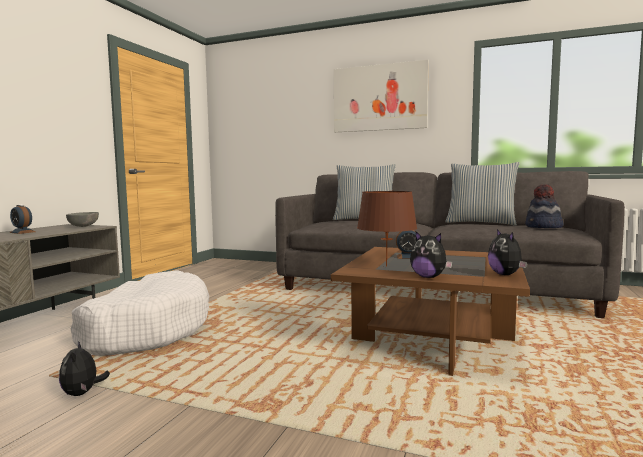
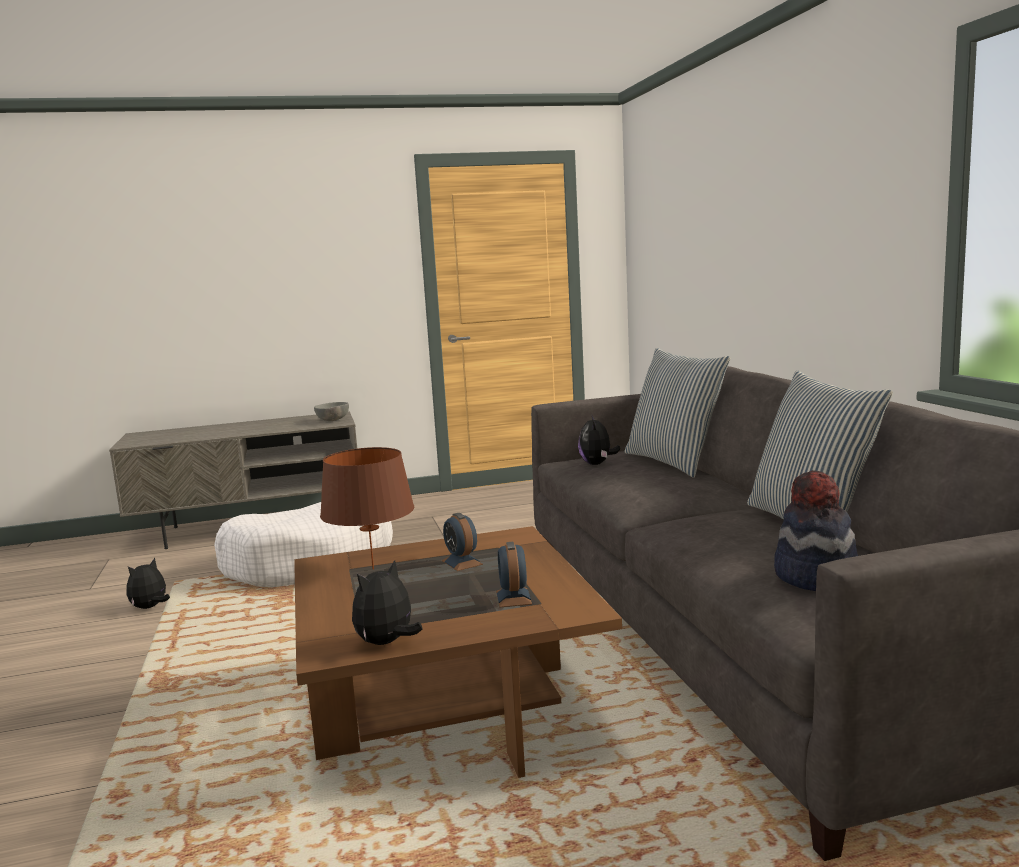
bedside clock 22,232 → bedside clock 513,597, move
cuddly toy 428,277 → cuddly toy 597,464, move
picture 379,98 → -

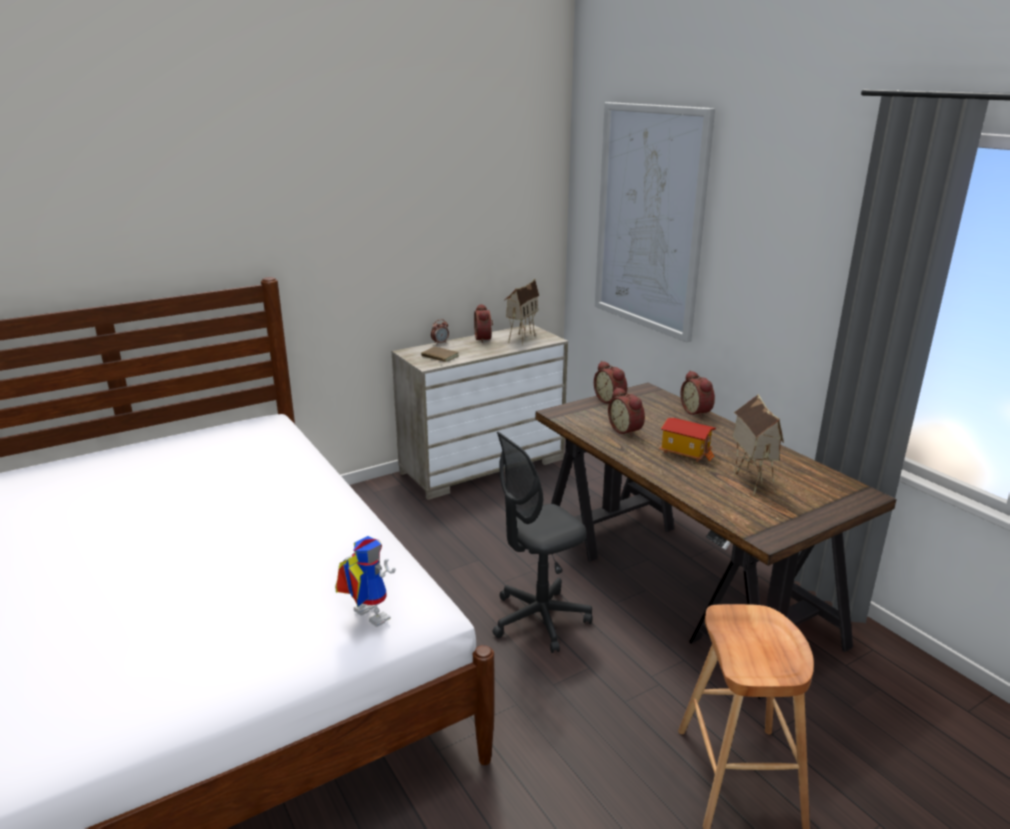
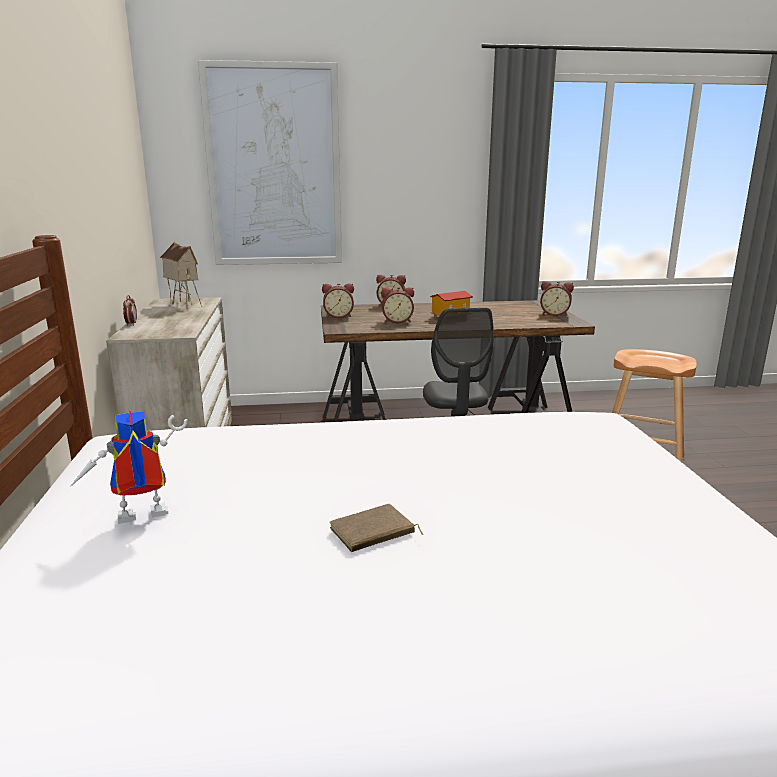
robot figure 364,616 → robot figure 138,519, move
brown-coloured book 439,357 → brown-coloured book 373,533, move
bedside clock 484,339 → bedside clock 554,314, move
model house 750,480 → -

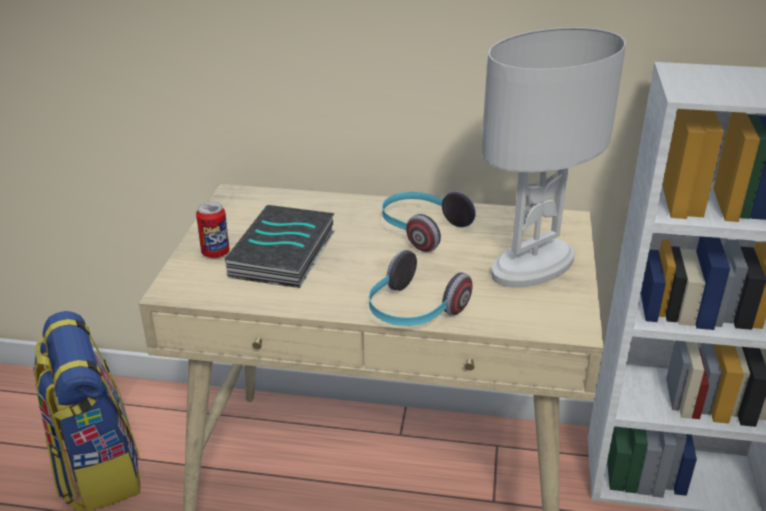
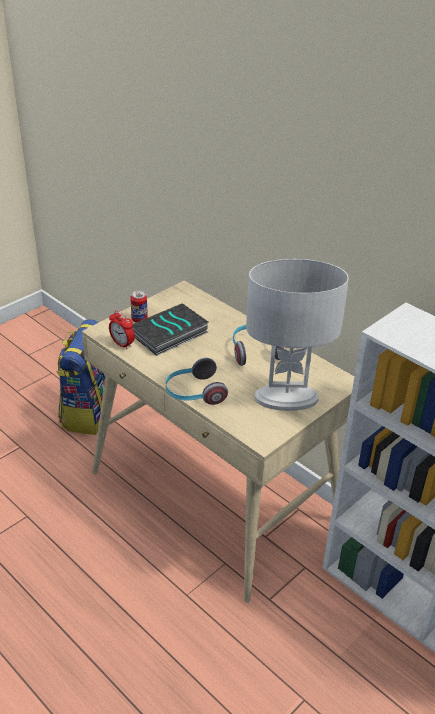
- → bedside clock 122,344

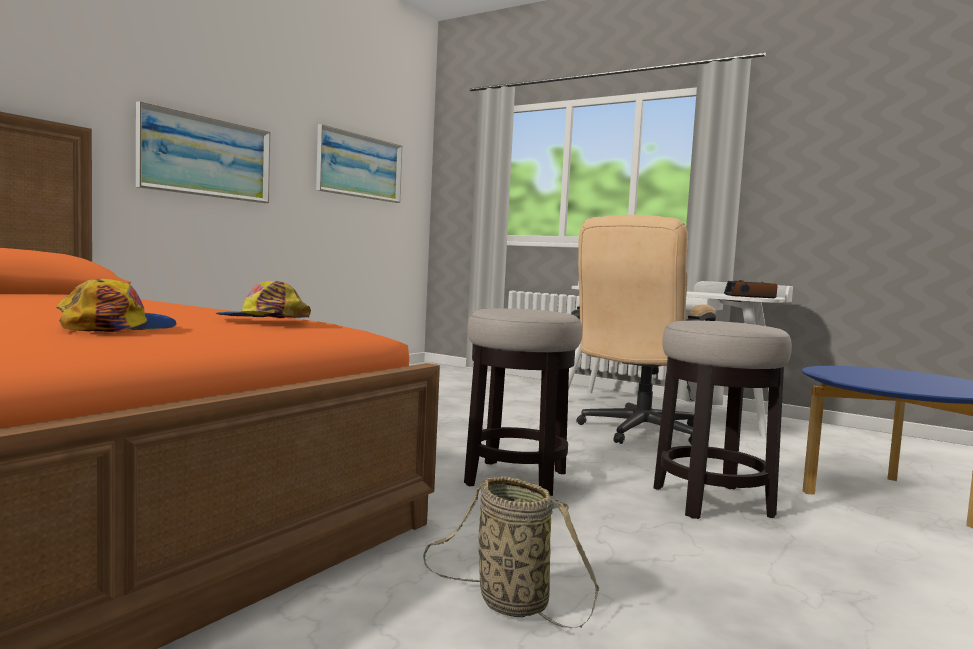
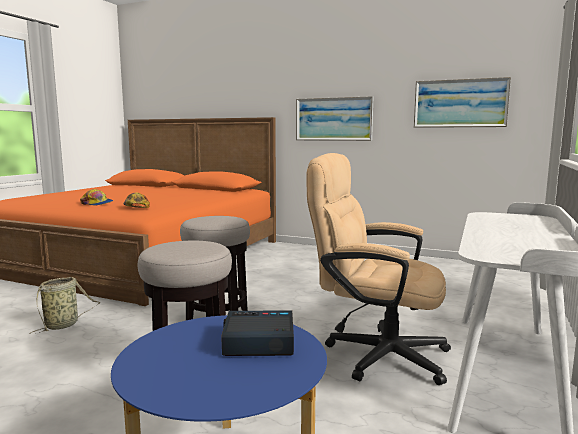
bedside clock 750,296 → bedside clock 258,342, move

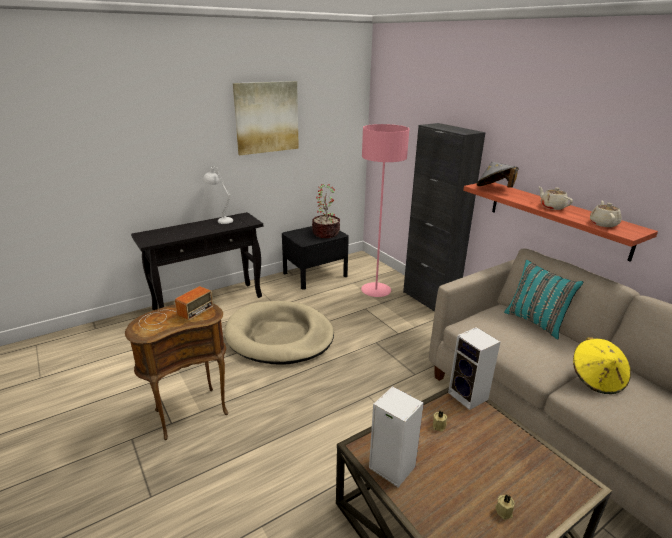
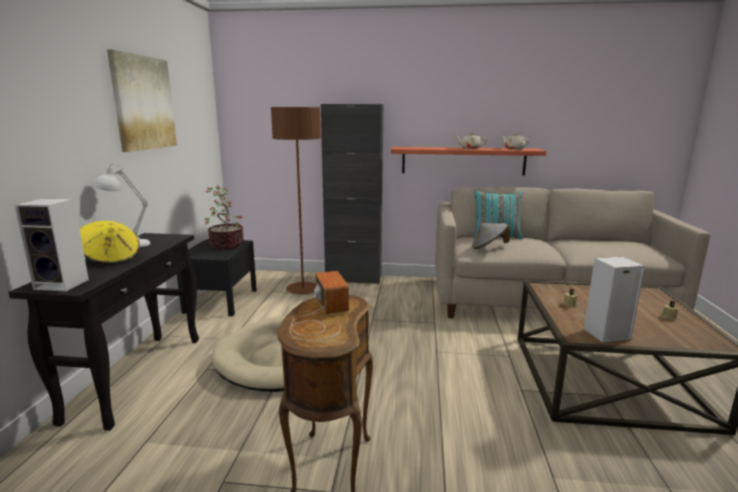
loudspeaker 469,396 → loudspeaker 64,284, move
yellowish clothing hat 596,379 → yellowish clothing hat 110,259, move
pink-coloured standard lamp 376,291 → brown-coloured standard lamp 303,289
gray clothing hat 495,189 → gray clothing hat 488,248, move

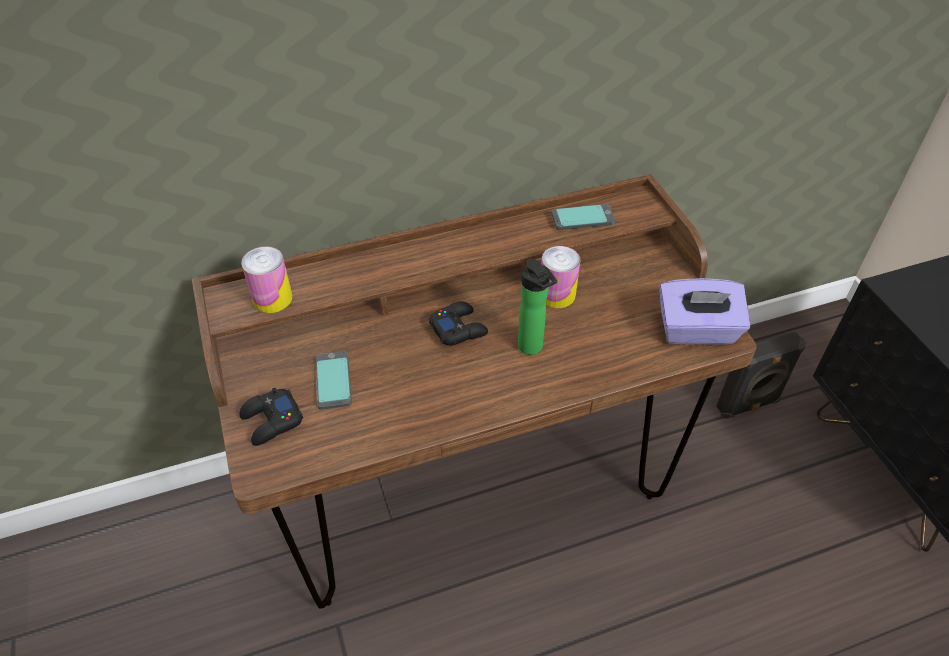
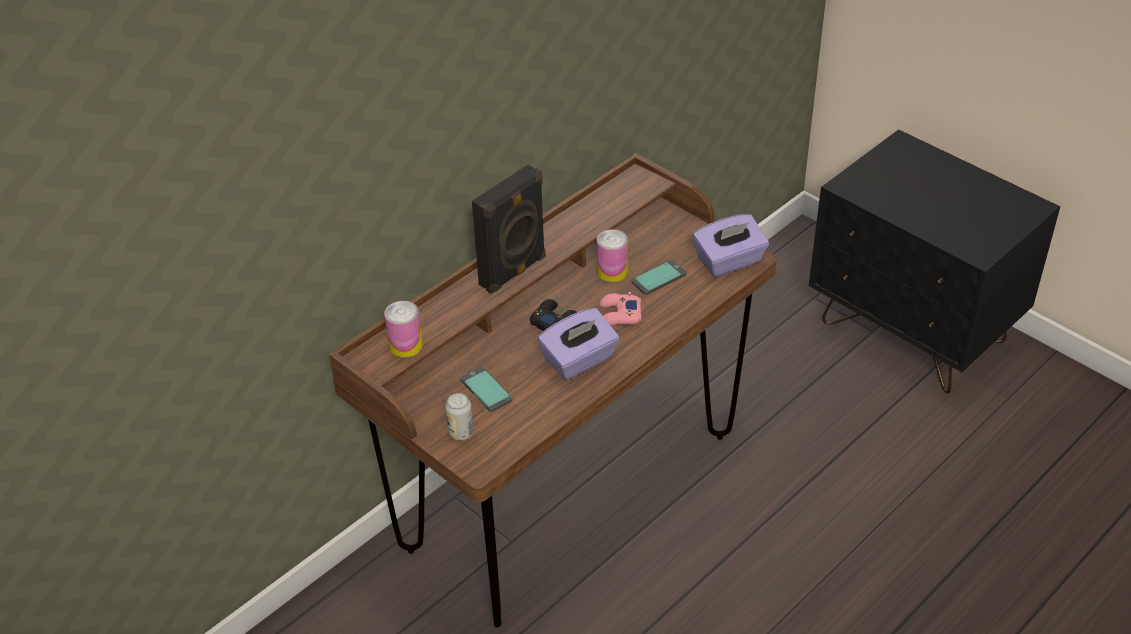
blackish joypad 271,421 → sealed can 461,433
blackish loudspeaker 748,405 → blackish loudspeaker 514,272, move
- → purple-coloured tissue holder 579,360
bottle 532,348 → pink-coloured joypad 619,315
handset 582,218 → handset 658,278, move

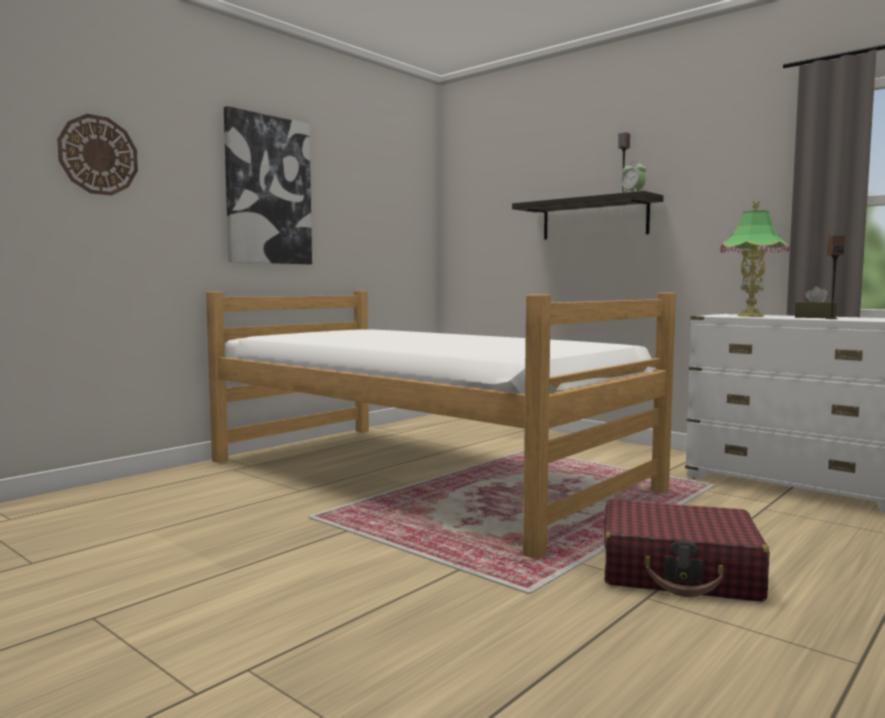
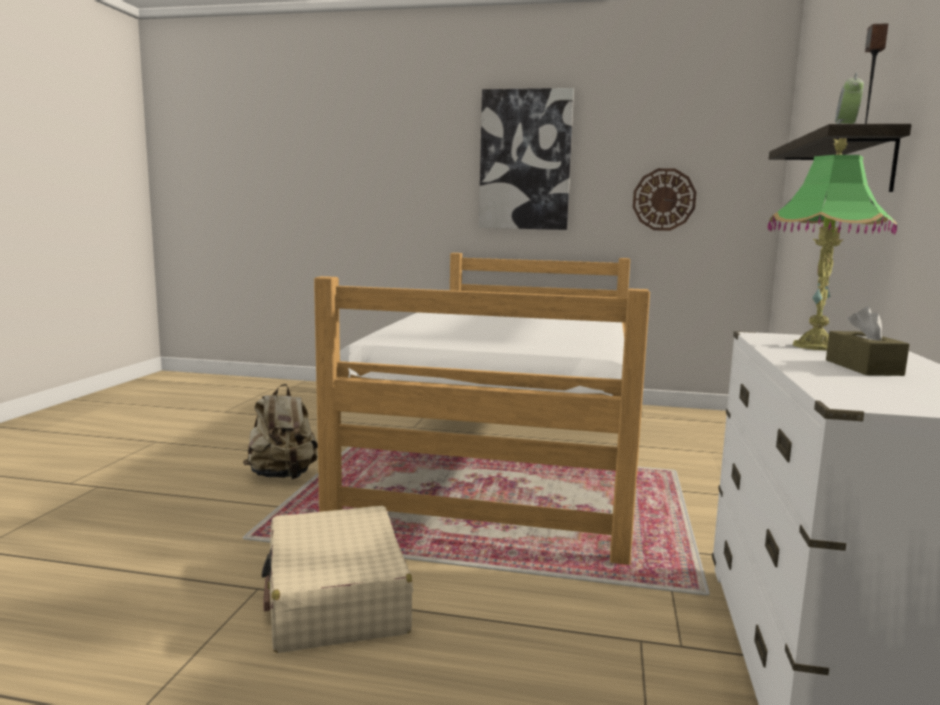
- → beige-coloured rucksack 283,476
reddish suitcase 679,572 → beige-coloured suitcase 336,598
clock on the wall 98,155 → clock on the wall 664,199, move
loudspeaker 831,318 → -

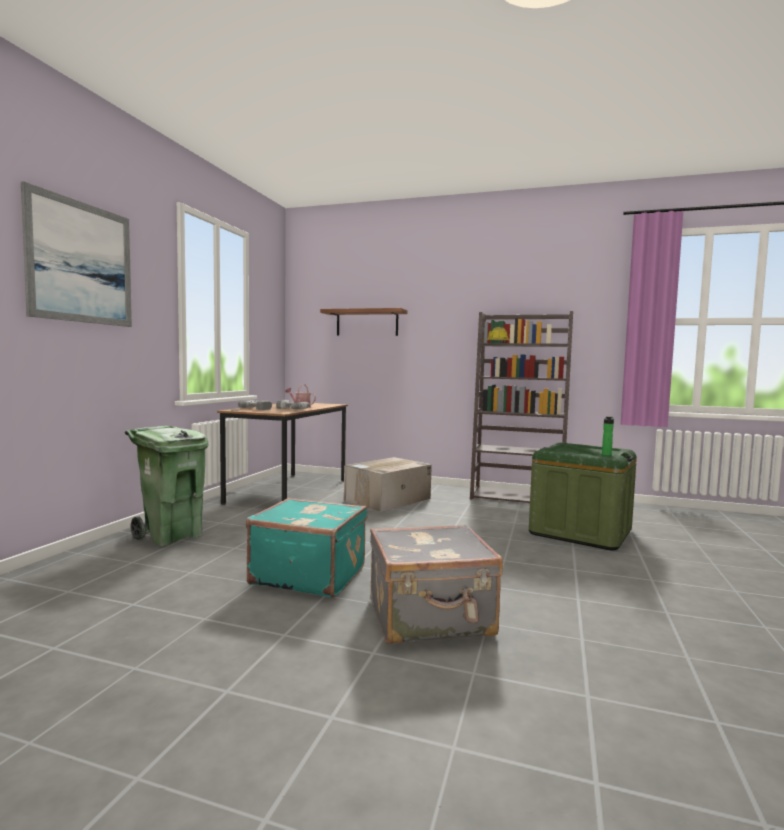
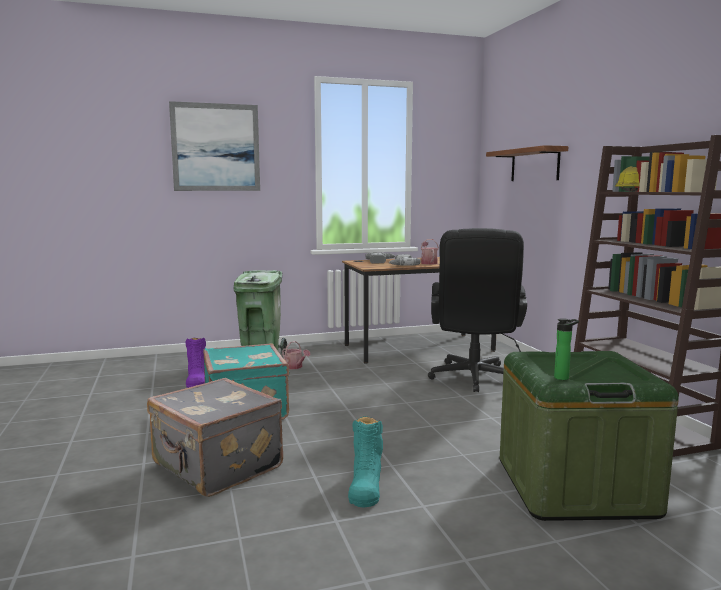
- → purple-coloured high-top boot 197,380
- → sprinkling can 295,367
- → blue-green high-top boot 365,486
carton 387,500 → blackish computer chair 473,379

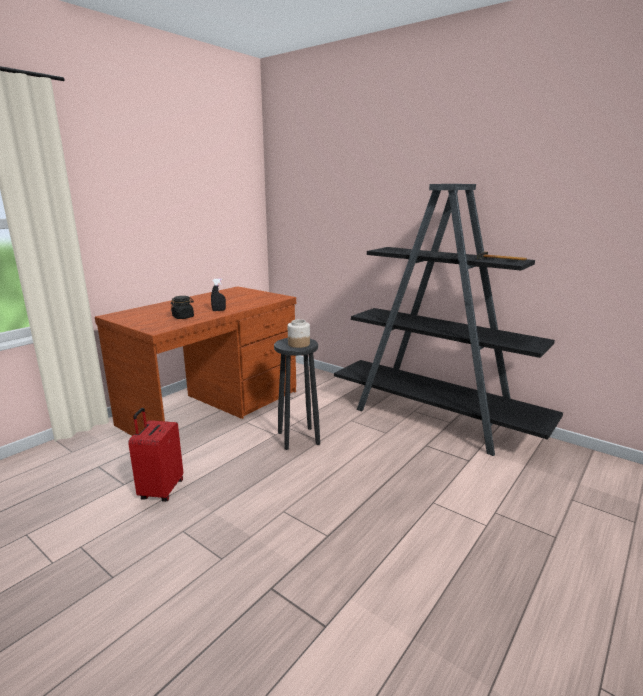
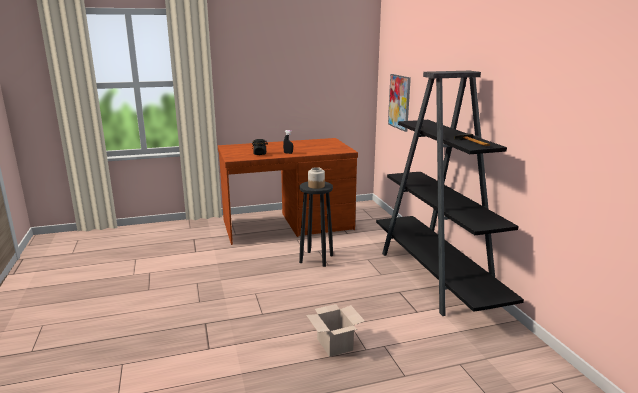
- → carton 335,345
- → picture 399,102
reddish suitcase 161,490 → -

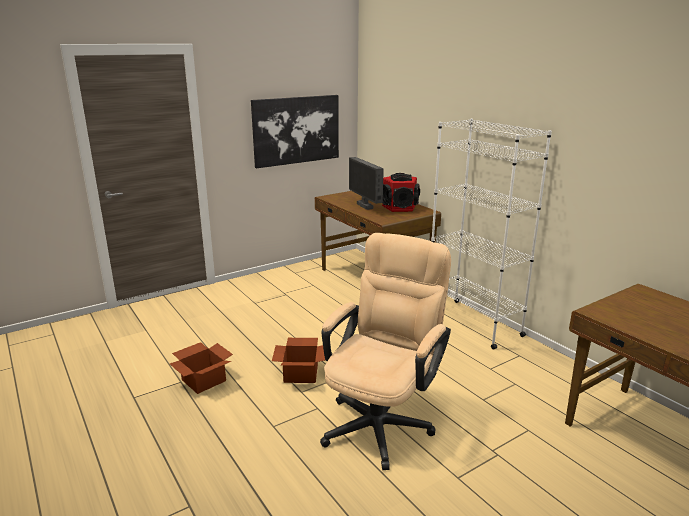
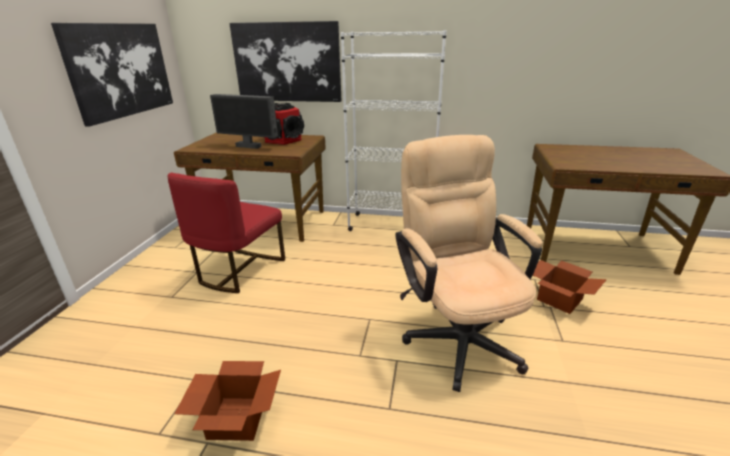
- → reddish plain chair 239,270
- → picture 287,62
carton 301,373 → carton 558,298, move

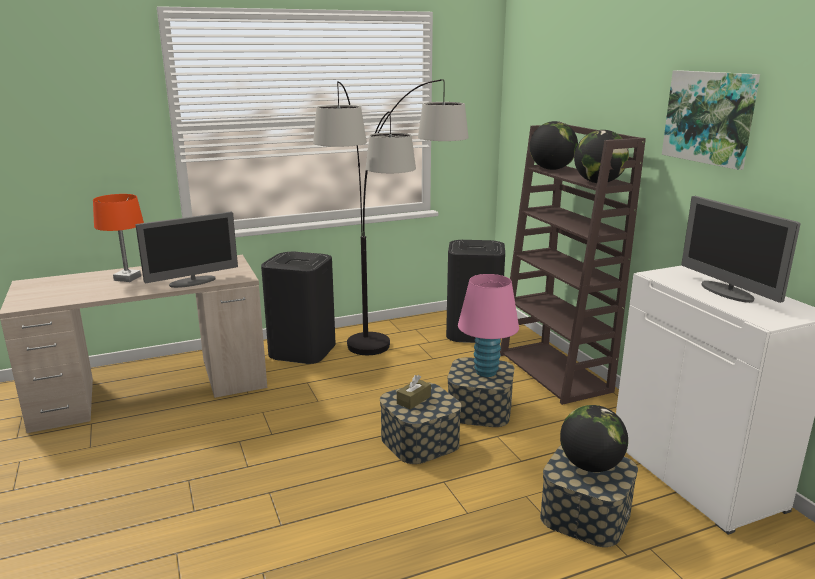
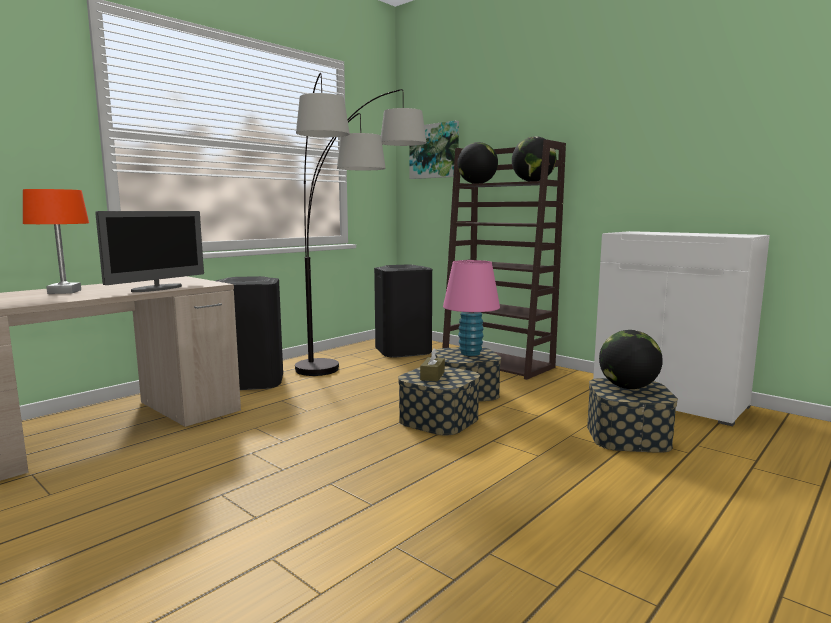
picture 710,117 → picture 434,151, move
monitor 727,292 → -

